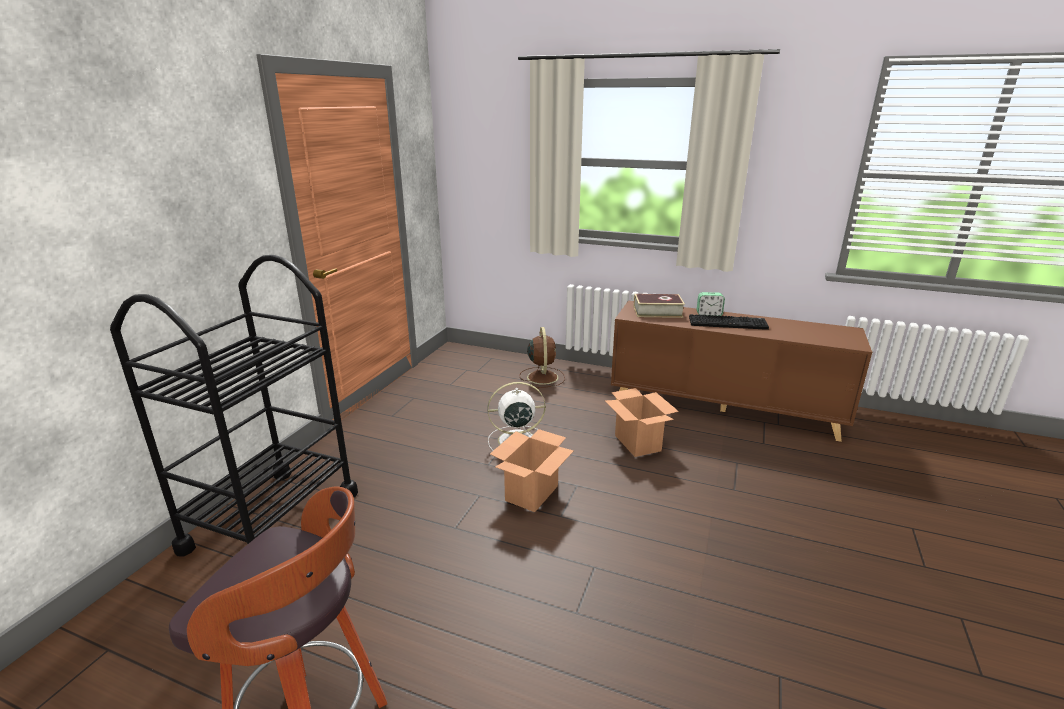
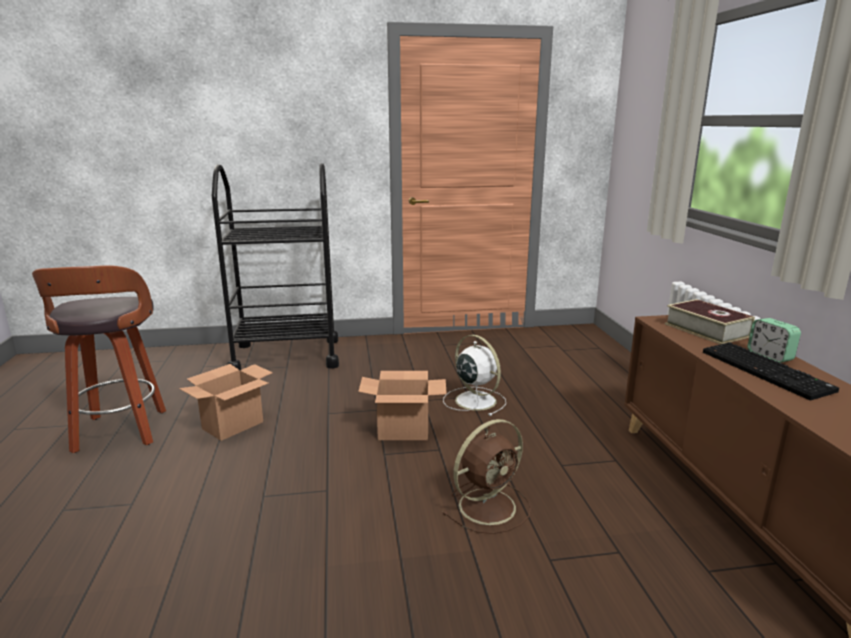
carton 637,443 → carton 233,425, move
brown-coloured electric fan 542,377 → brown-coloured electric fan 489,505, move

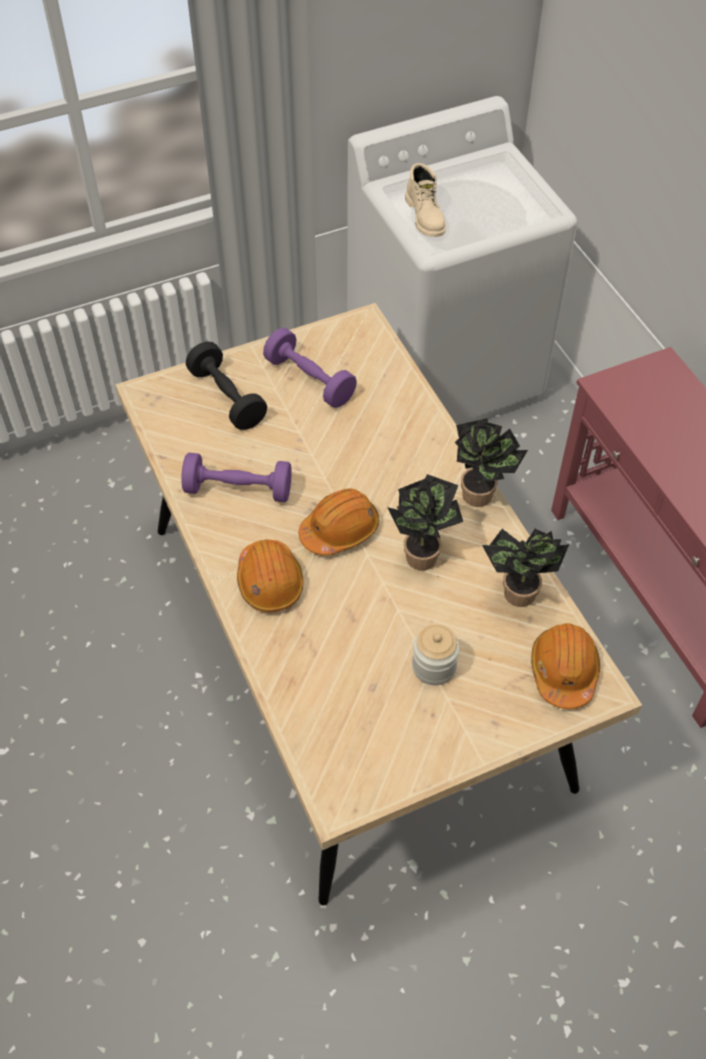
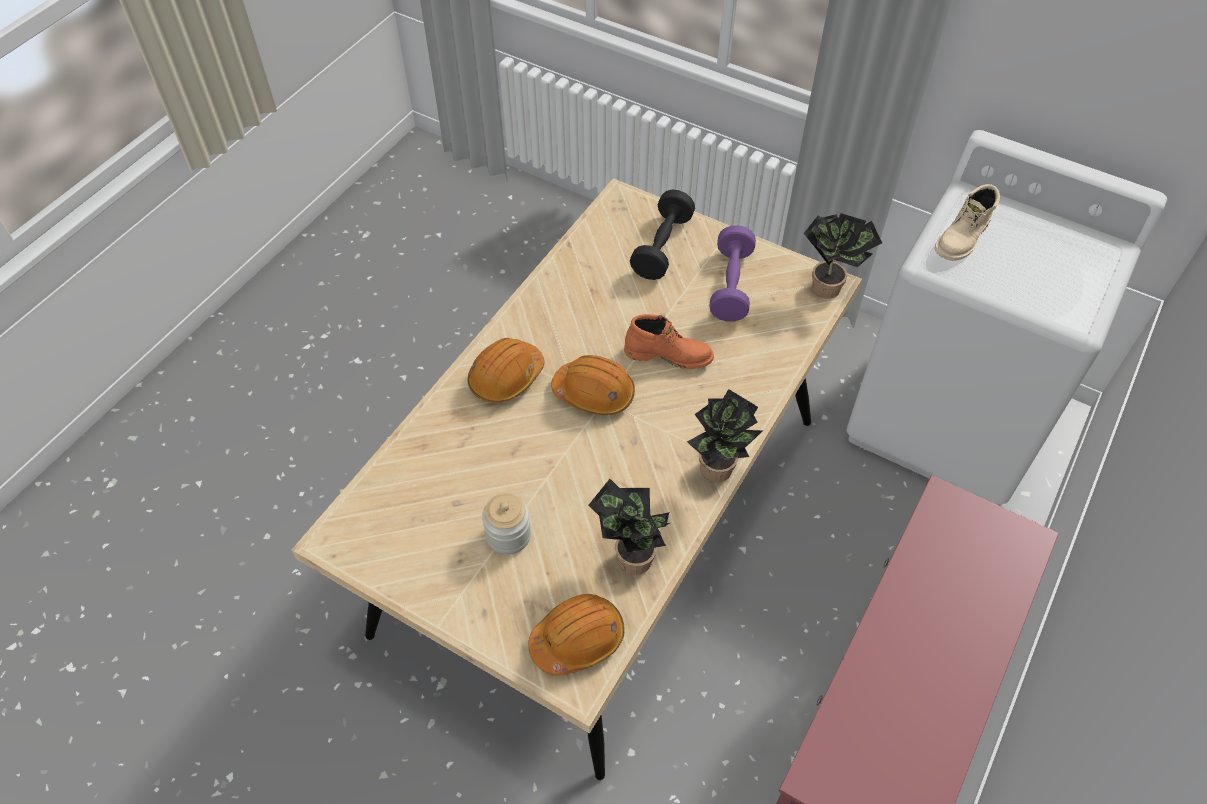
- → orangey high-top boot 669,354
plant in a pot 421,553 → plant in a pot 830,286, move
purple-coloured dumbbell 238,490 → -

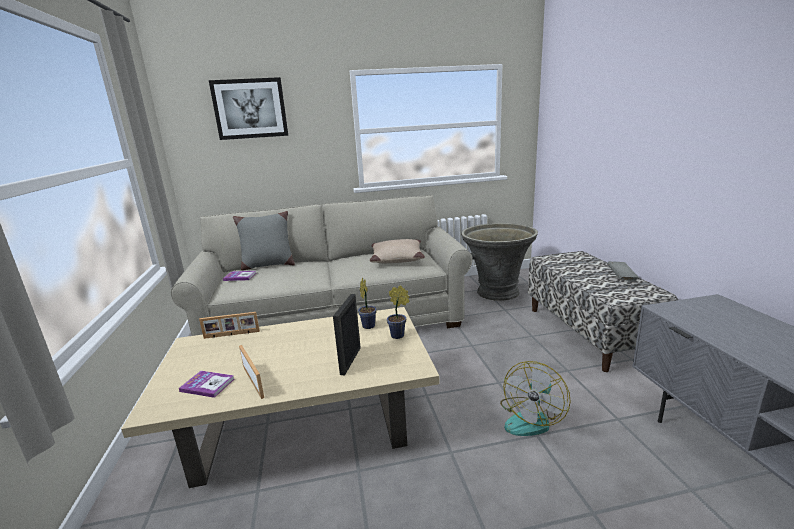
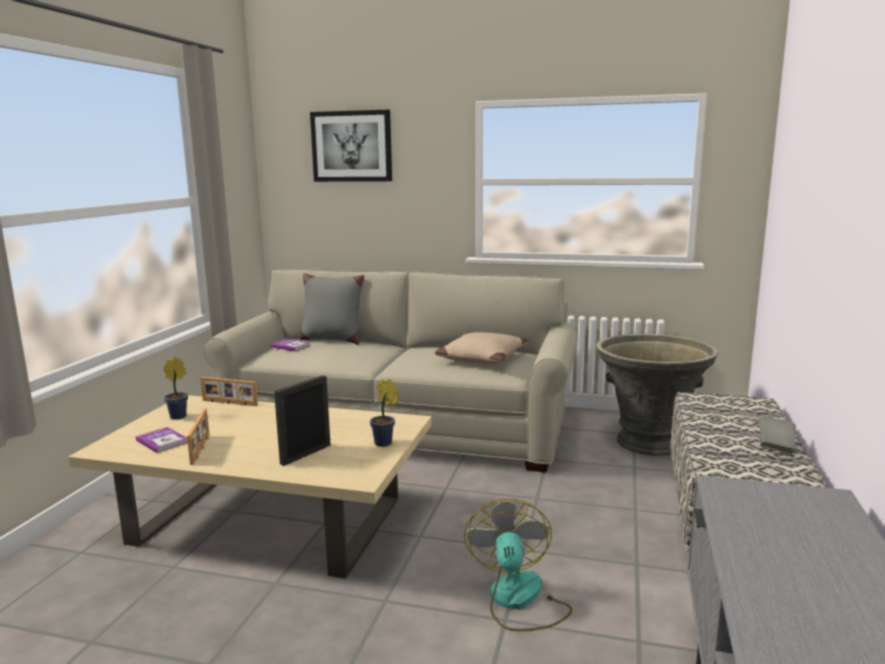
plant in a pot 369,325 → plant in a pot 180,416, move
electric fan 531,418 → electric fan 518,600, 120 degrees clockwise

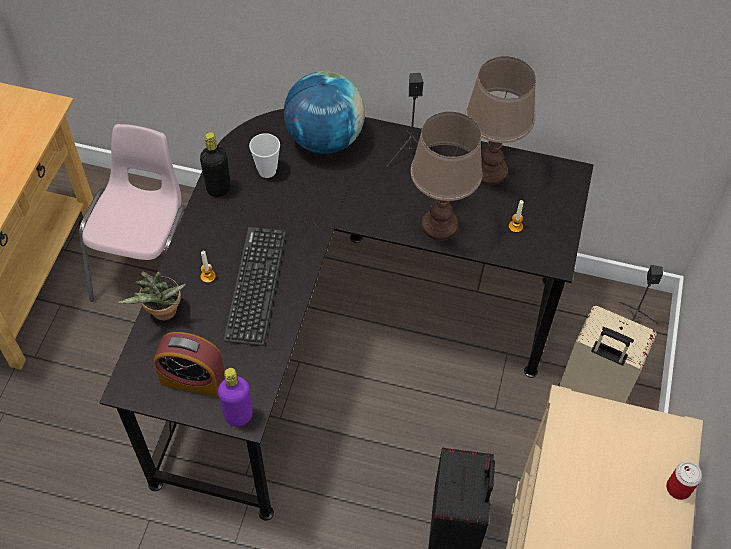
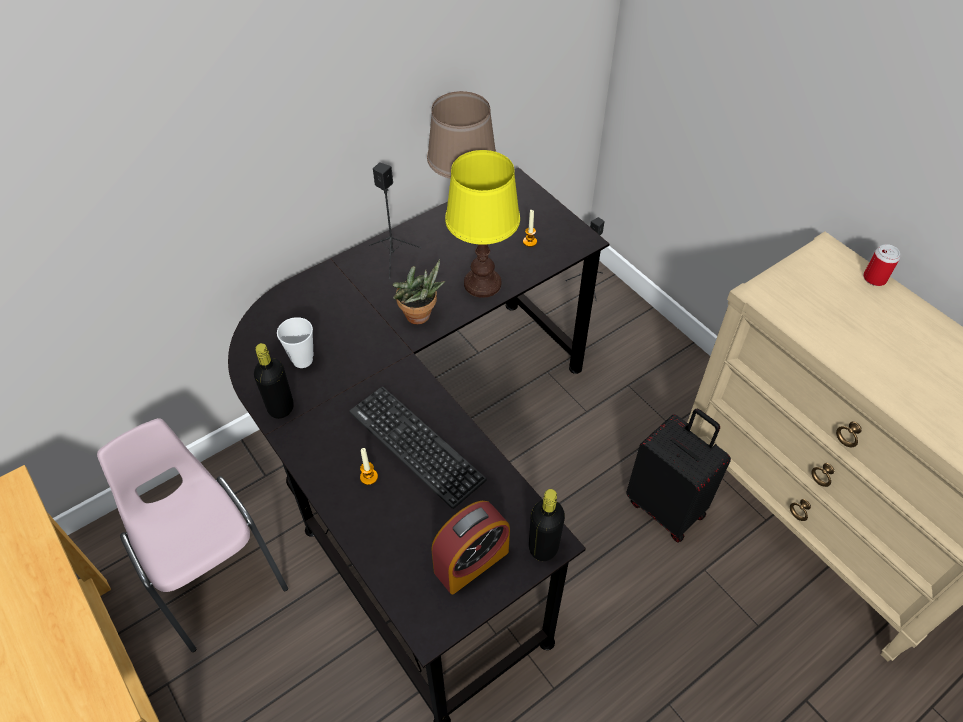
plant in a pot 163,314 → plant in a pot 420,318, move
brown-coloured tabletop lamp 440,225 → yellowish tabletop lamp 482,283
purple-coloured bottle 238,415 → blackish bottle 543,547
world globe 325,139 → -
beige-coloured suitcase 592,389 → -

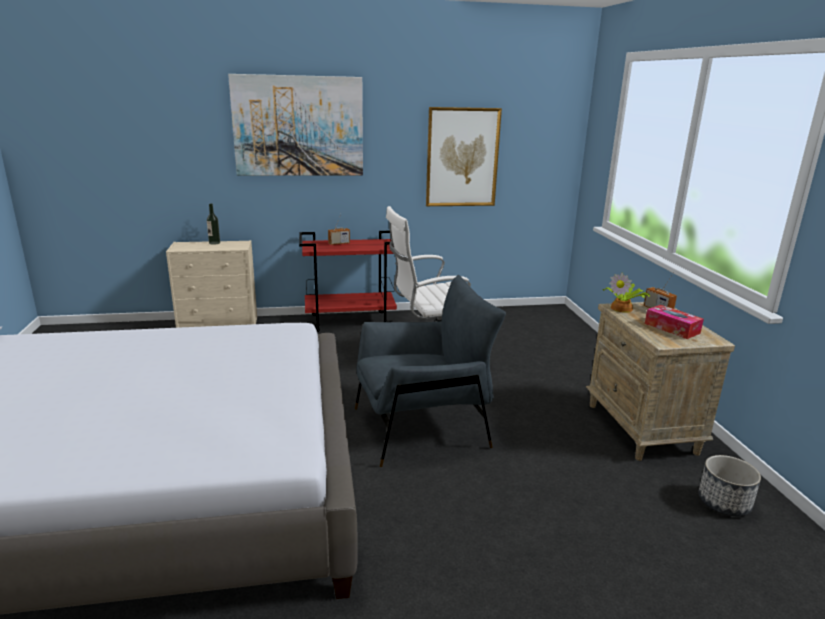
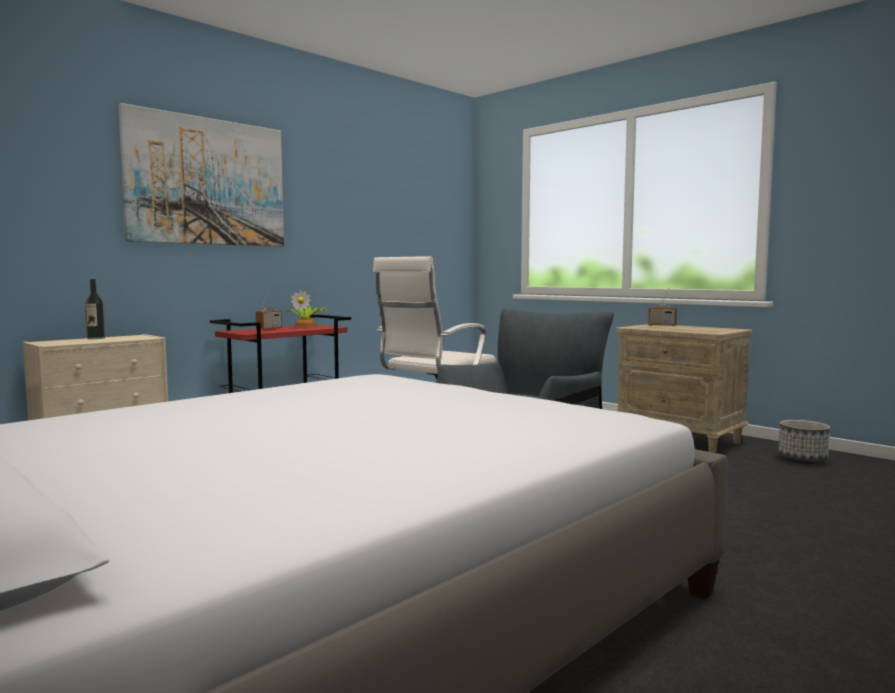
plant in a pot 623,308 → plant in a pot 306,326, move
picture 462,157 → -
tissue holder 672,328 → -

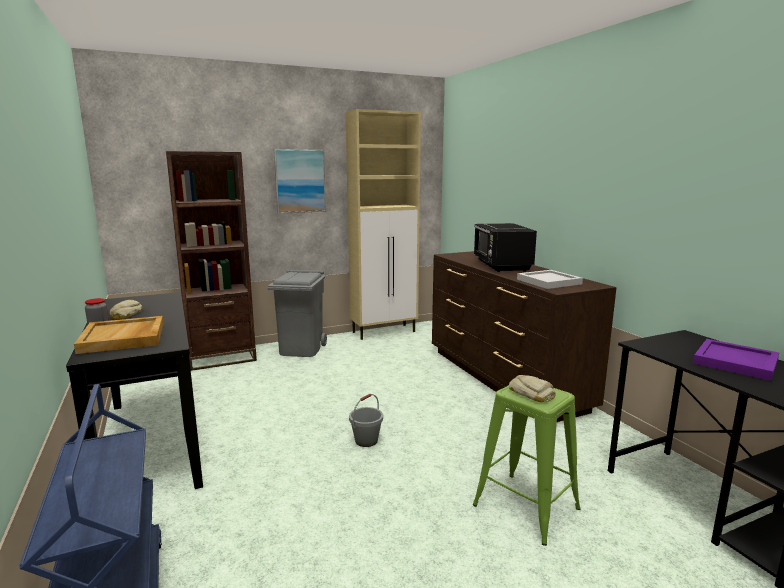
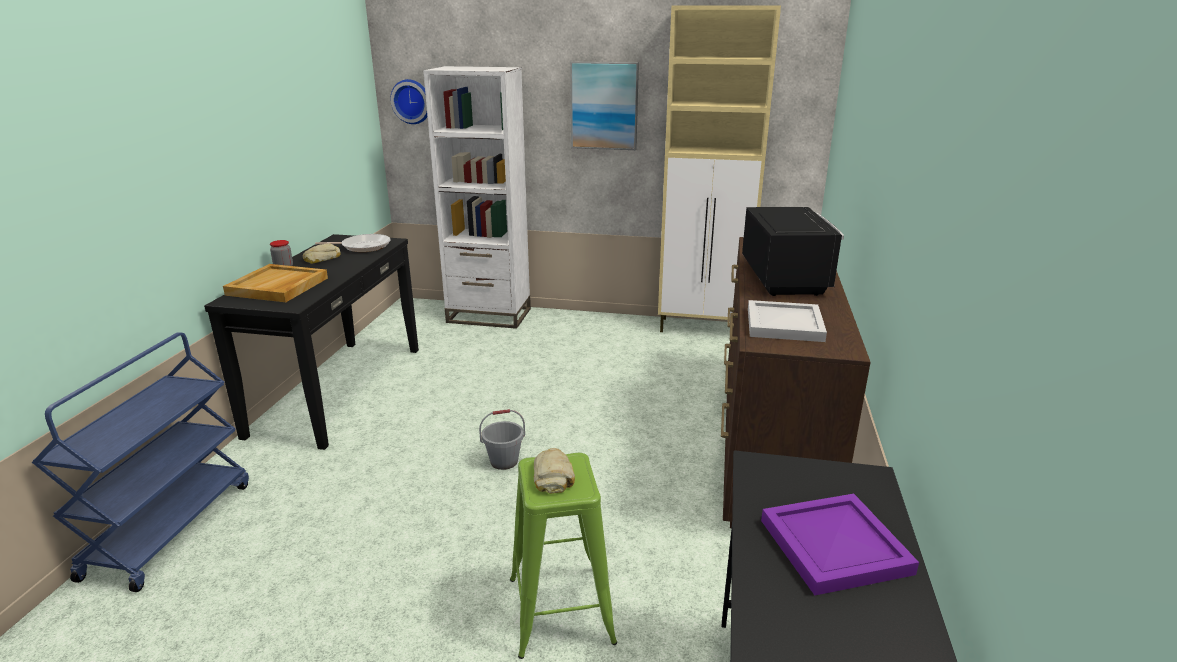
- → skillet 363,246
- → clock on the wall 412,101
brown-coloured shelving unit 221,358 → whitish shelving unit 489,315
blackish kitchen microwave 501,266 → blackish kitchen microwave 784,279, 150 degrees clockwise
gray trash can 301,349 → -

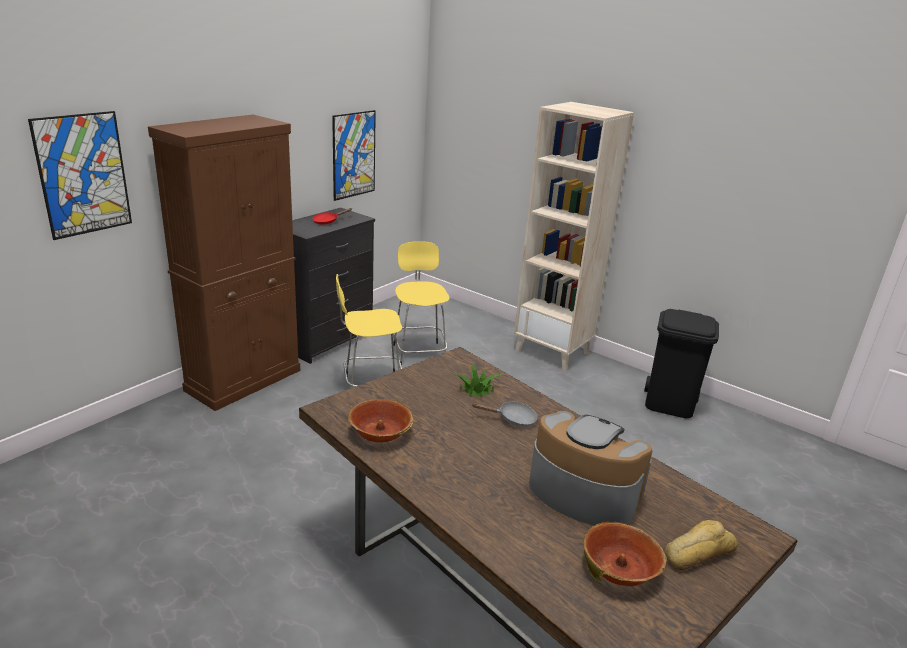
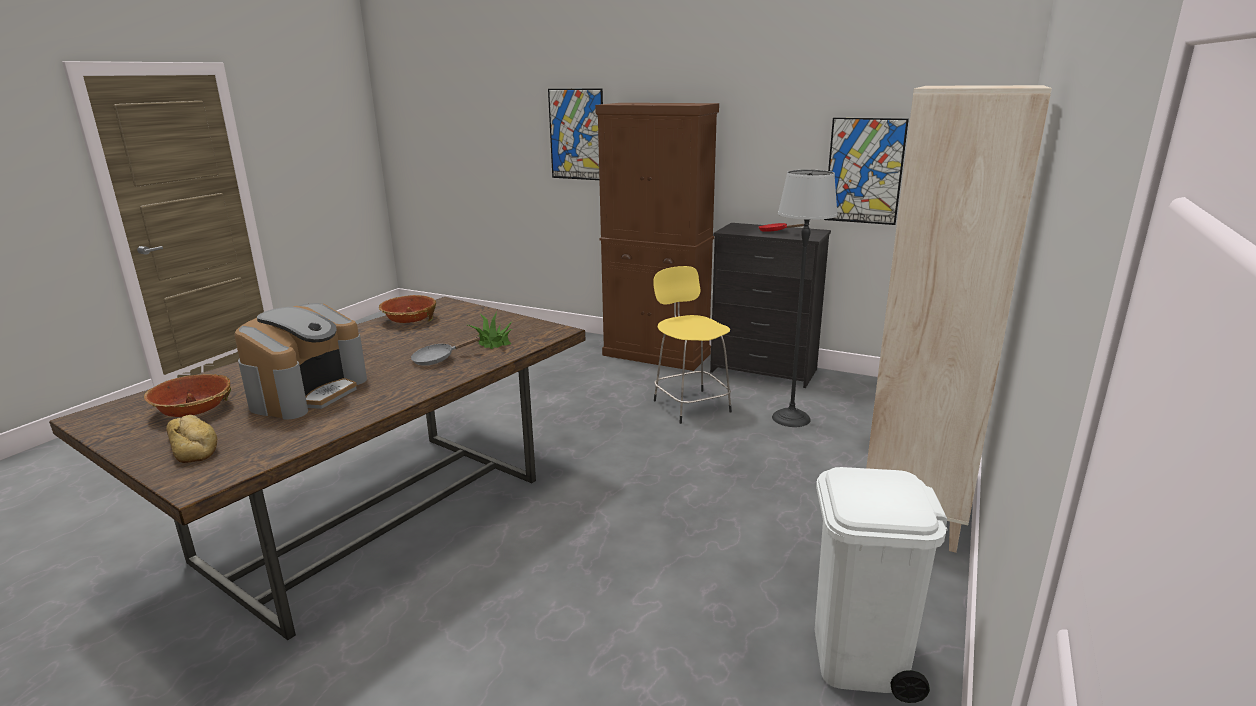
gray skillet 512,419 → gray skillet 438,359, 75 degrees clockwise
yellowish stool 419,353 → standard lamp 791,418
blackish trash can 669,405 → whitish trash can 860,658

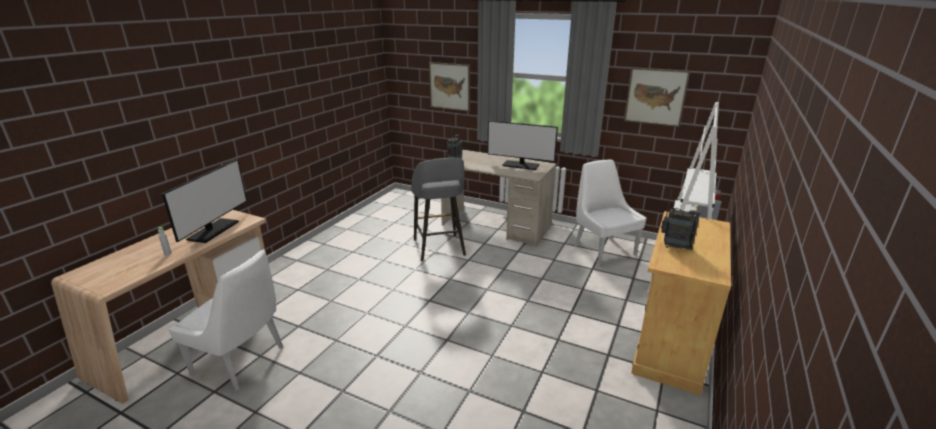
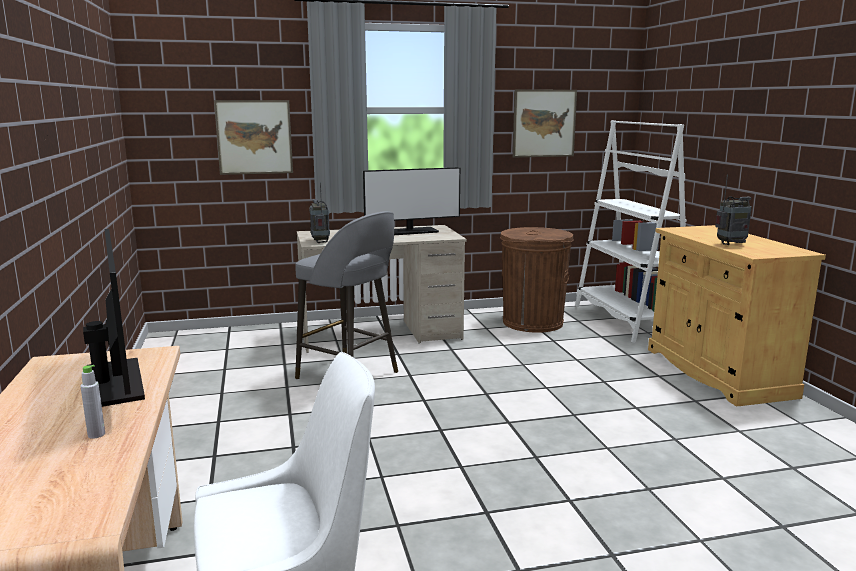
whitish plain chair 603,249 → brown-coloured trash can 532,322

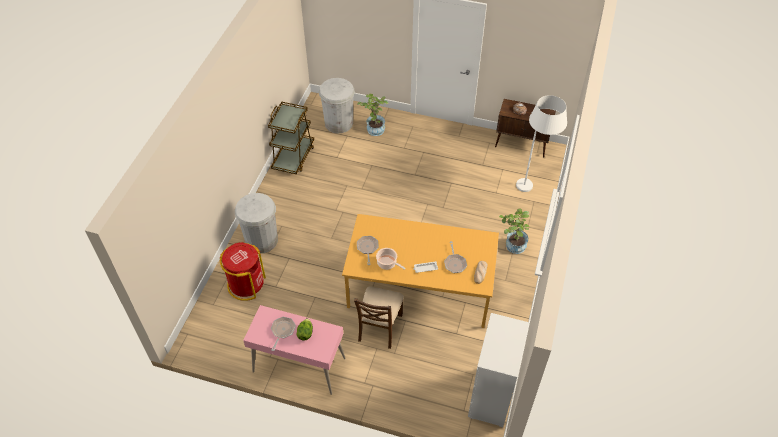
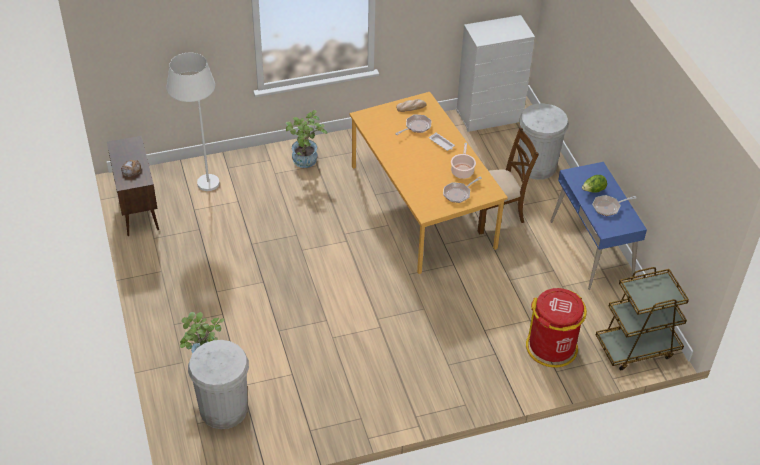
whitish trash can 261,240 → whitish trash can 537,166, move
pink-coloured desk 299,365 → blue-coloured desk 591,250
brown-coloured cart 293,157 → brown-coloured cart 637,347, move

